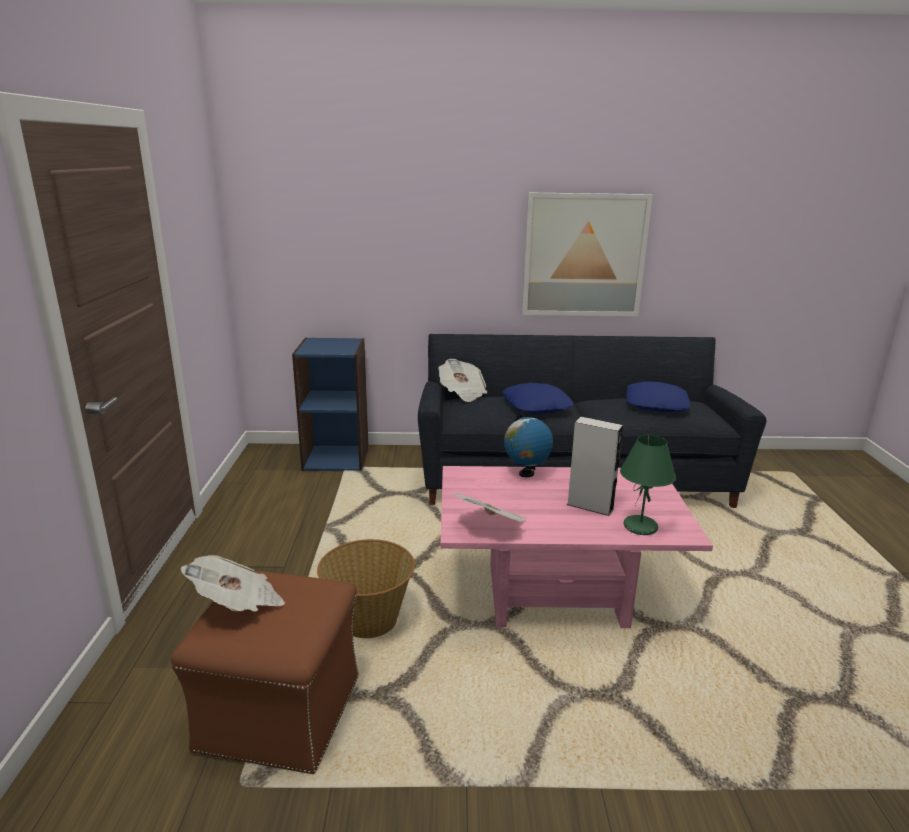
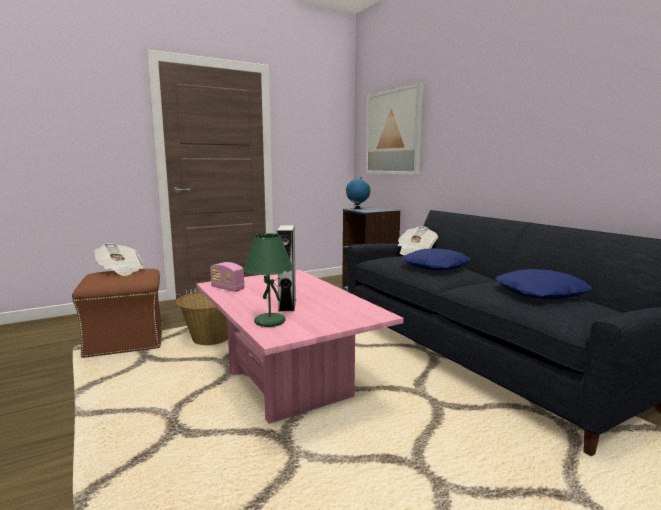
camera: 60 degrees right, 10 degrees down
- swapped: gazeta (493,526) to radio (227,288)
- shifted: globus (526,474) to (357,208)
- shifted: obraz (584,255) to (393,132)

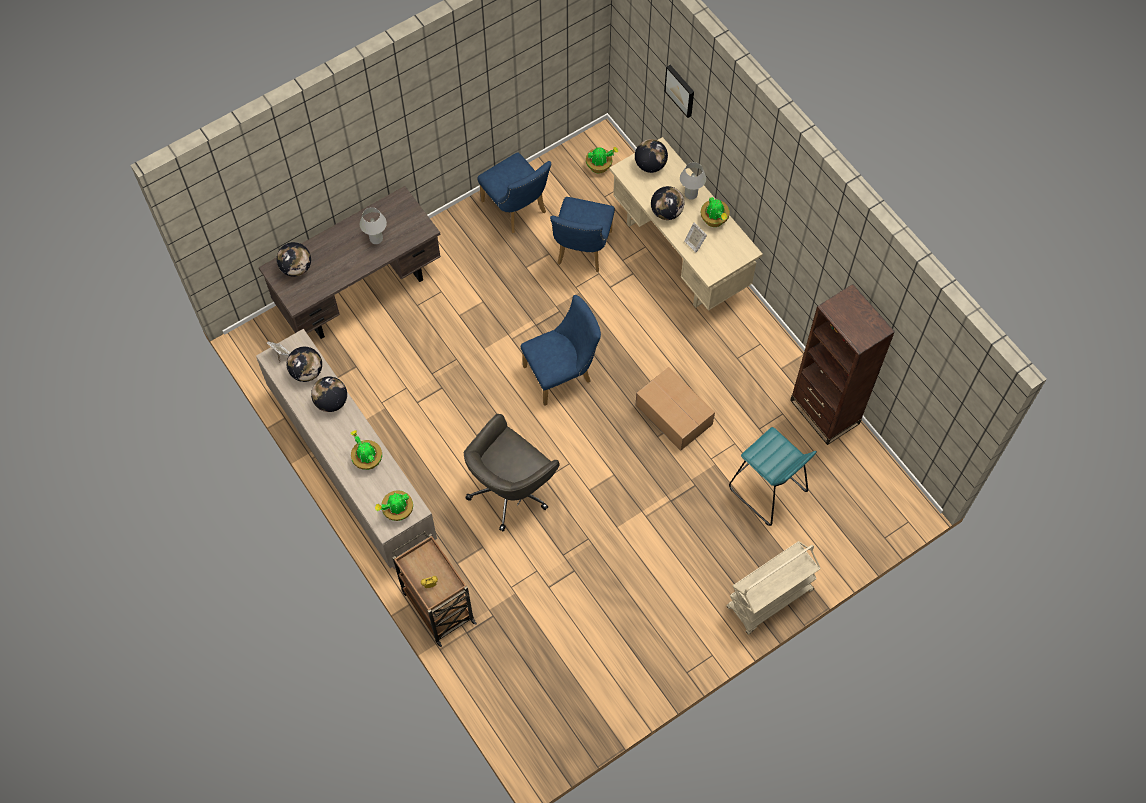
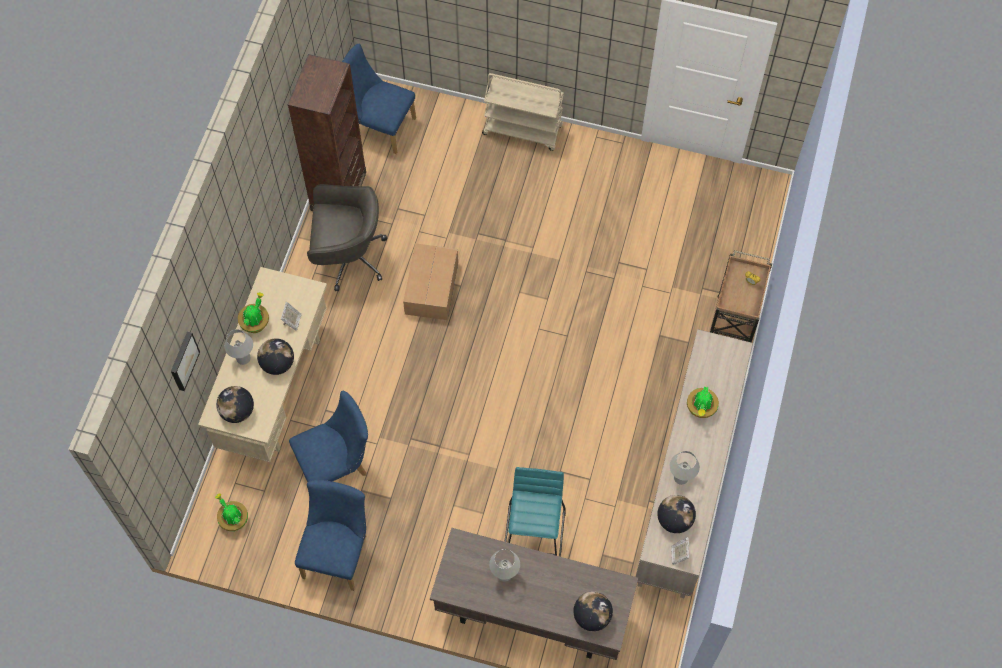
camera: 130 degrees left, 0 degrees up
- swapped: globus (331,401) to lampa stołowa/biały (681,478)
- gone: roślina doniczkowa (397,511)
- shifted: krzesło biurowe/szary (510,489) to (348,257)
- shifted: krzesło/niebieski (562,373) to (379,126)
- shifted: stołek/turkusowy (767,490) to (534,534)

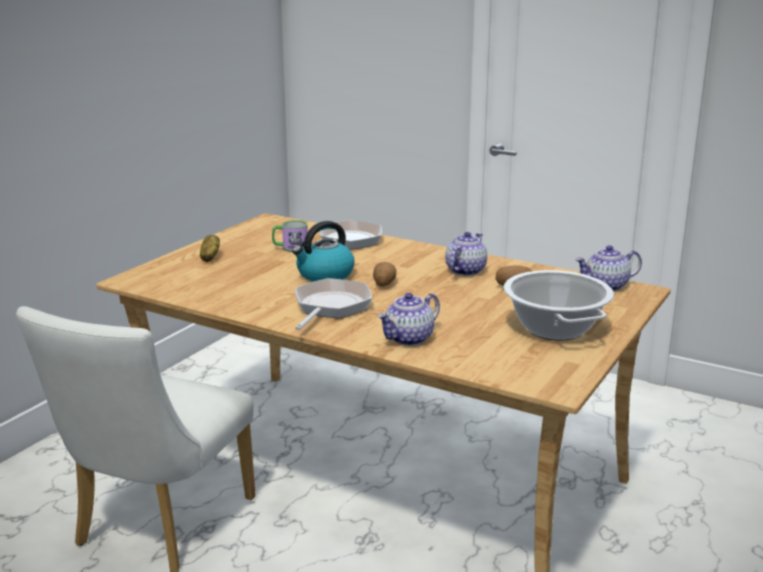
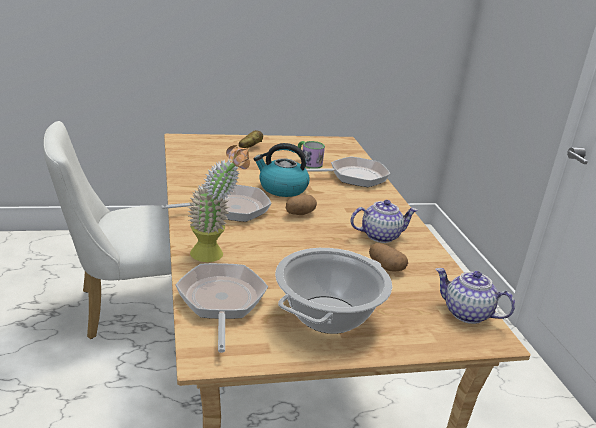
camera: 45 degrees right, 5 degrees up
- swapped: imbryk (409,339) to roślina doniczkowa (215,255)
- new: patelnia (221,302)

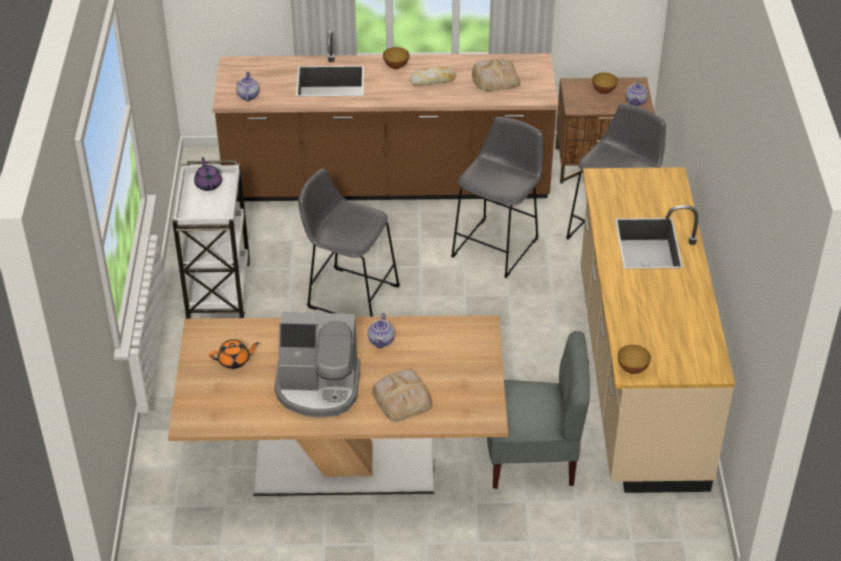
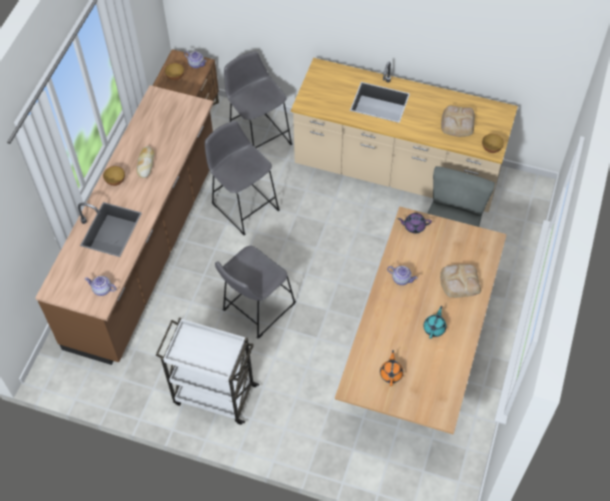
camera: 70 degrees left, 15 degrees up
- shifted: imbryk/fioletowy (208,184) to (414,226)
- swapped: ekspres do kawy (318,388) to imbryk/turkusowy (434,328)
- shifted: chleb (494,78) to (457,123)

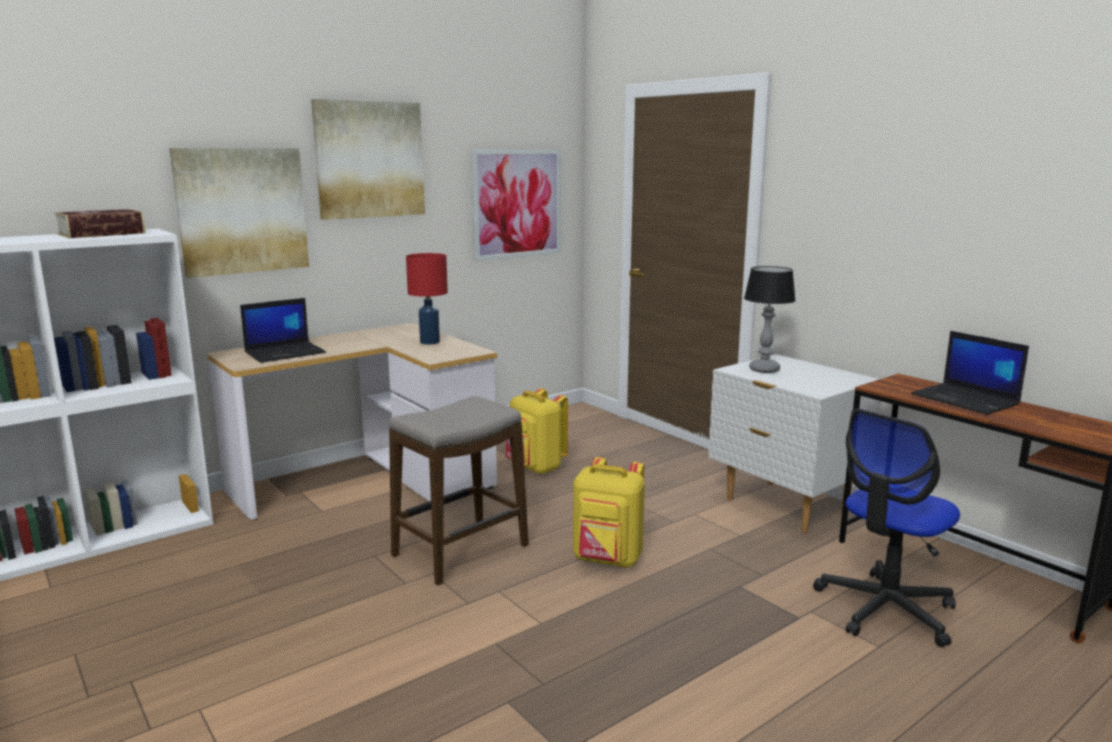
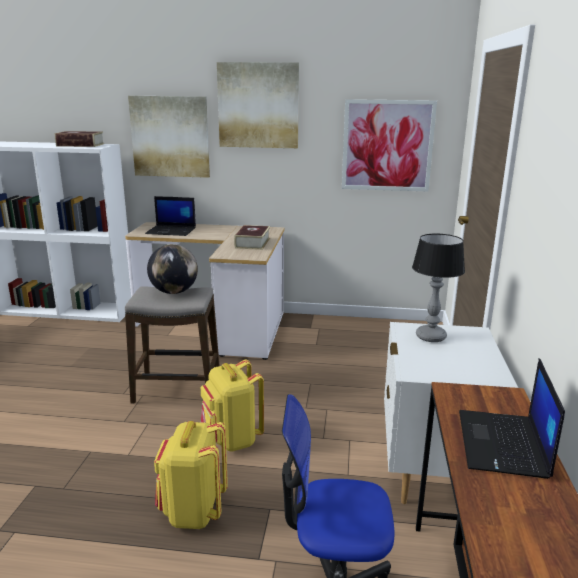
camera: 45 degrees right, 5 degrees up
- swapped: lampa stołowa/czerwony (430,342) to książka (252,243)
- shifted: plecak/żółty (535,468) to (193,512)
- new: globus (174,292)

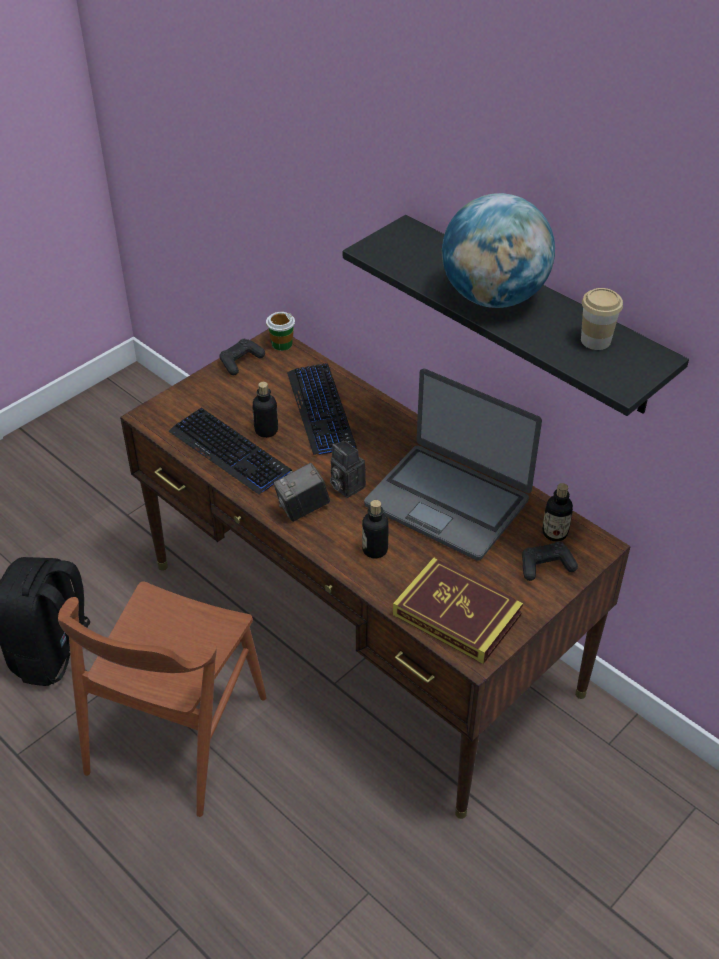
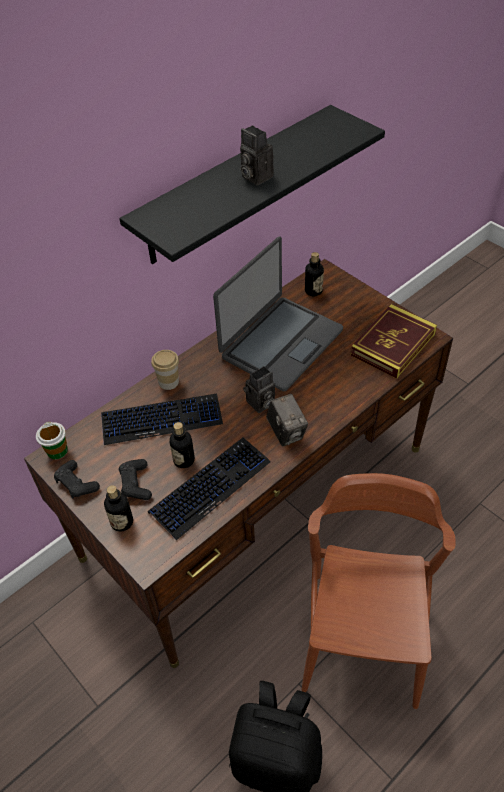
camera: 85 degrees left, 5 degrees up
- rotated: krzesło/brązowy (176,734) = (363,637) 105 degrees counterclockwise
- shifted: butelka (375,550) to (122,522)
- swapped: globus (493,297) to aparat fotograficzny (254,176)
- shifted: pad do gier/czarny (546,566) to (136,484)
- shifted: filiżanka (595,340) to (168,382)

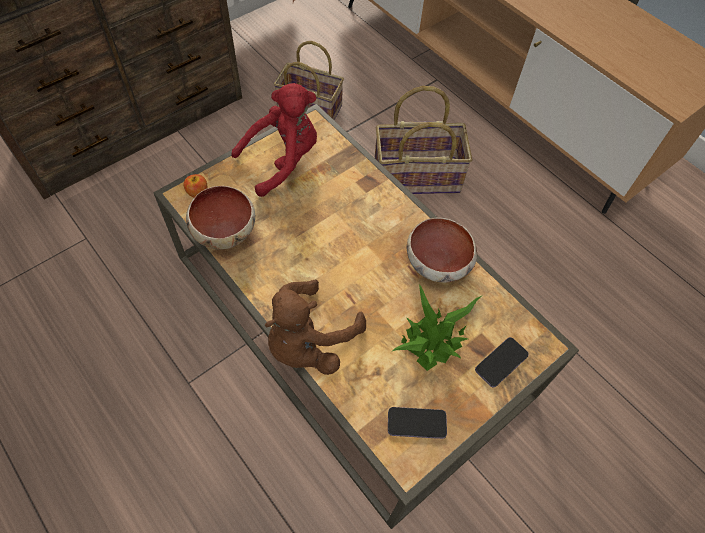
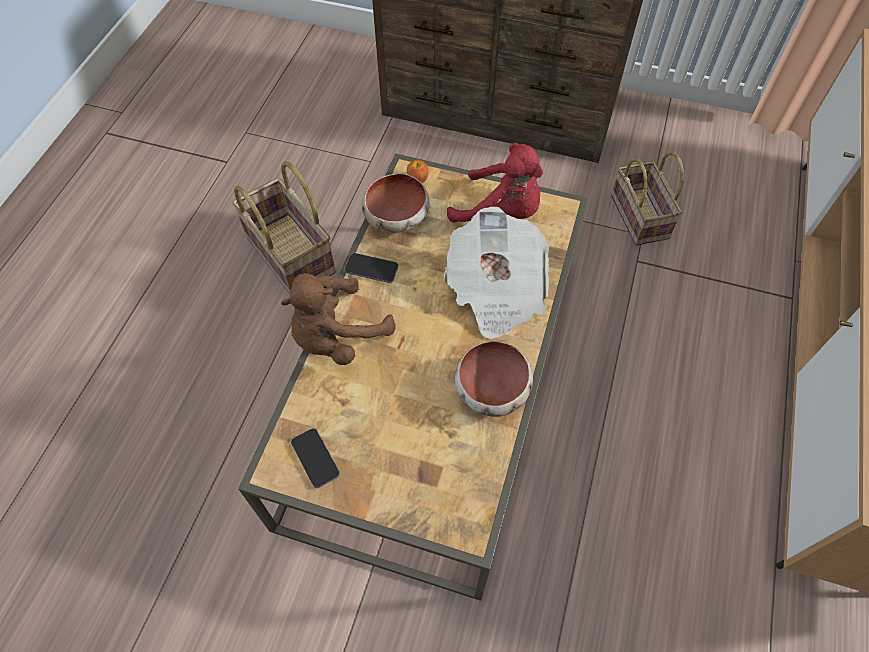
camera: 60 degrees right, 0 degrees up
- rotated: pluszak/brązowy (309,342) = (337,336) 45 degrees counterclockwise
- shifted: koszyk (417,175) to (292,255)
- gone: roślina doniczkowa (433,340)
- shifted: telefon (501,363) to (371,269)
- new: gazeta (496,291)

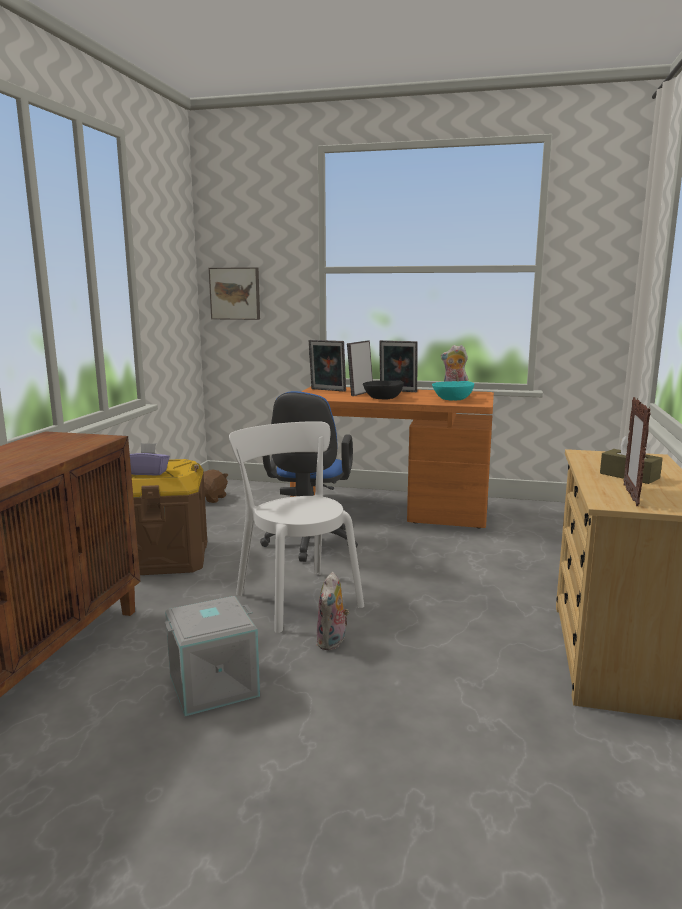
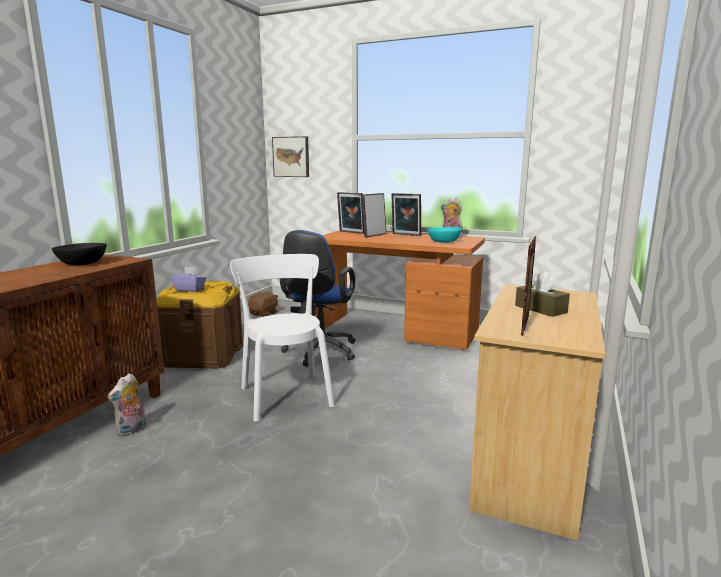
camera: 10 degrees right, 0 degrees up
- gone: pojemnik do przechowywania/szary (213,686)
- shifted: pluszak (332,642) to (132,430)
- shifted: miska/czarny (382,398) to (81,264)

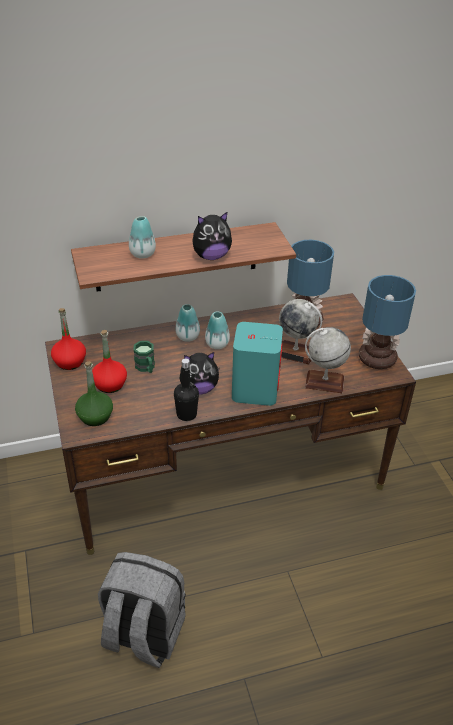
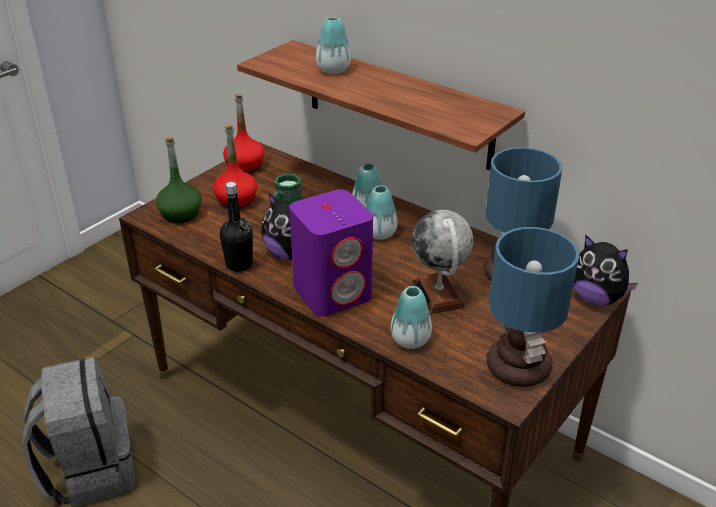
camera: 55 degrees right, 5 degrees down
- shifted: pluszak (211,256) to (596,298)
- repainted: głośnik/turkusowy (255,389) to głośnik/fioletowy (333,292)
- swapped: globus (324,382) to wazon (410,340)

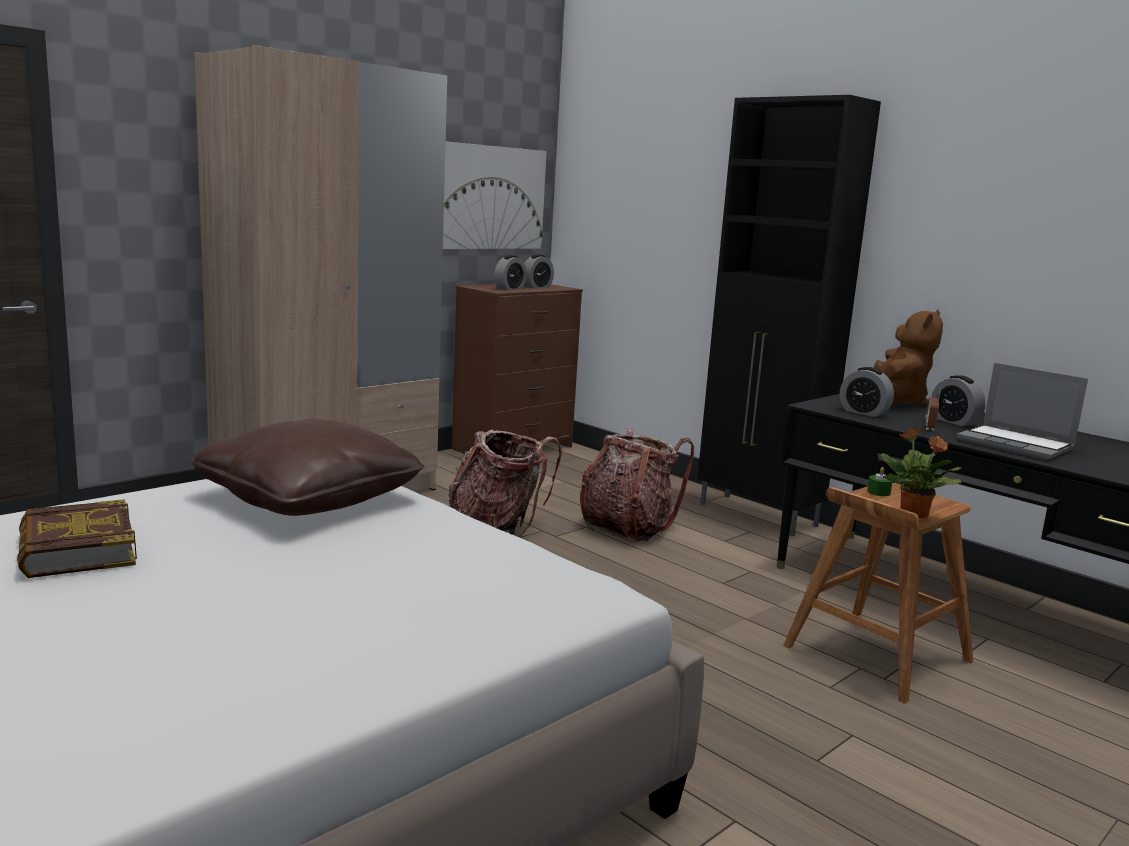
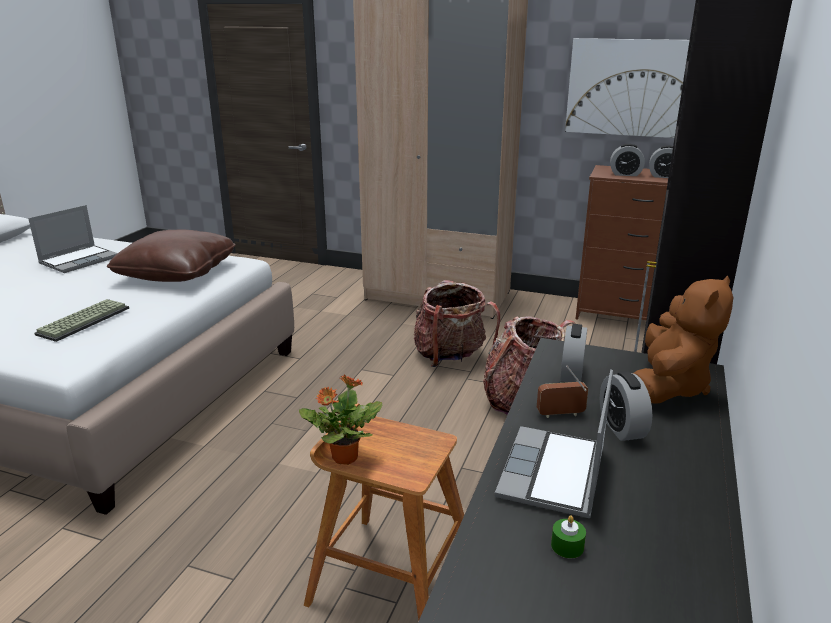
camera: 65 degrees right, 10 degrees up
- swapped: książka (76,549) to laptop (79,260)
- shifted: świeca/zielony (878,492) to (567,546)
- rotated: pluszak/brązowy (895,402) = (669,386) 60 degrees counterclockwise
- rotated: budzik (954,421) = (621,428) 45 degrees counterclockwise
- new: klawiatura (83,320)

